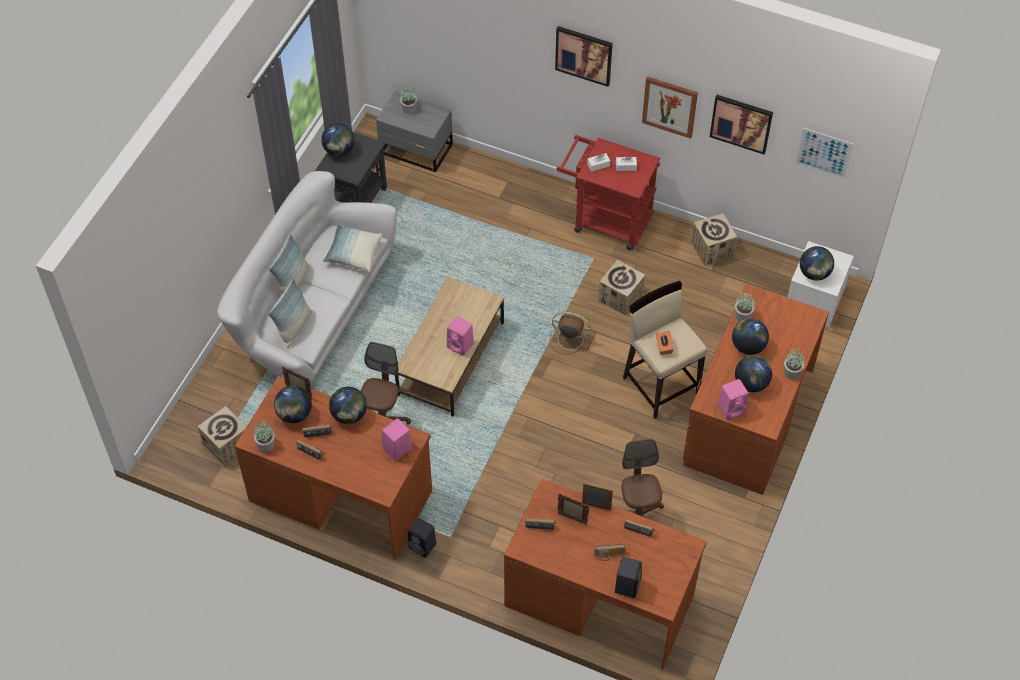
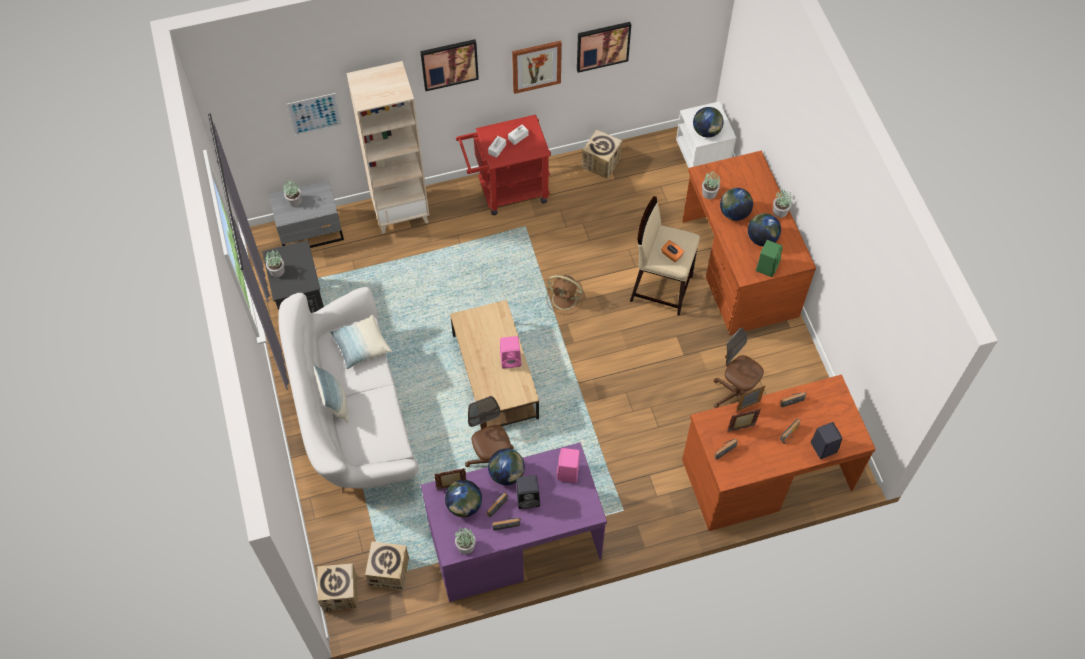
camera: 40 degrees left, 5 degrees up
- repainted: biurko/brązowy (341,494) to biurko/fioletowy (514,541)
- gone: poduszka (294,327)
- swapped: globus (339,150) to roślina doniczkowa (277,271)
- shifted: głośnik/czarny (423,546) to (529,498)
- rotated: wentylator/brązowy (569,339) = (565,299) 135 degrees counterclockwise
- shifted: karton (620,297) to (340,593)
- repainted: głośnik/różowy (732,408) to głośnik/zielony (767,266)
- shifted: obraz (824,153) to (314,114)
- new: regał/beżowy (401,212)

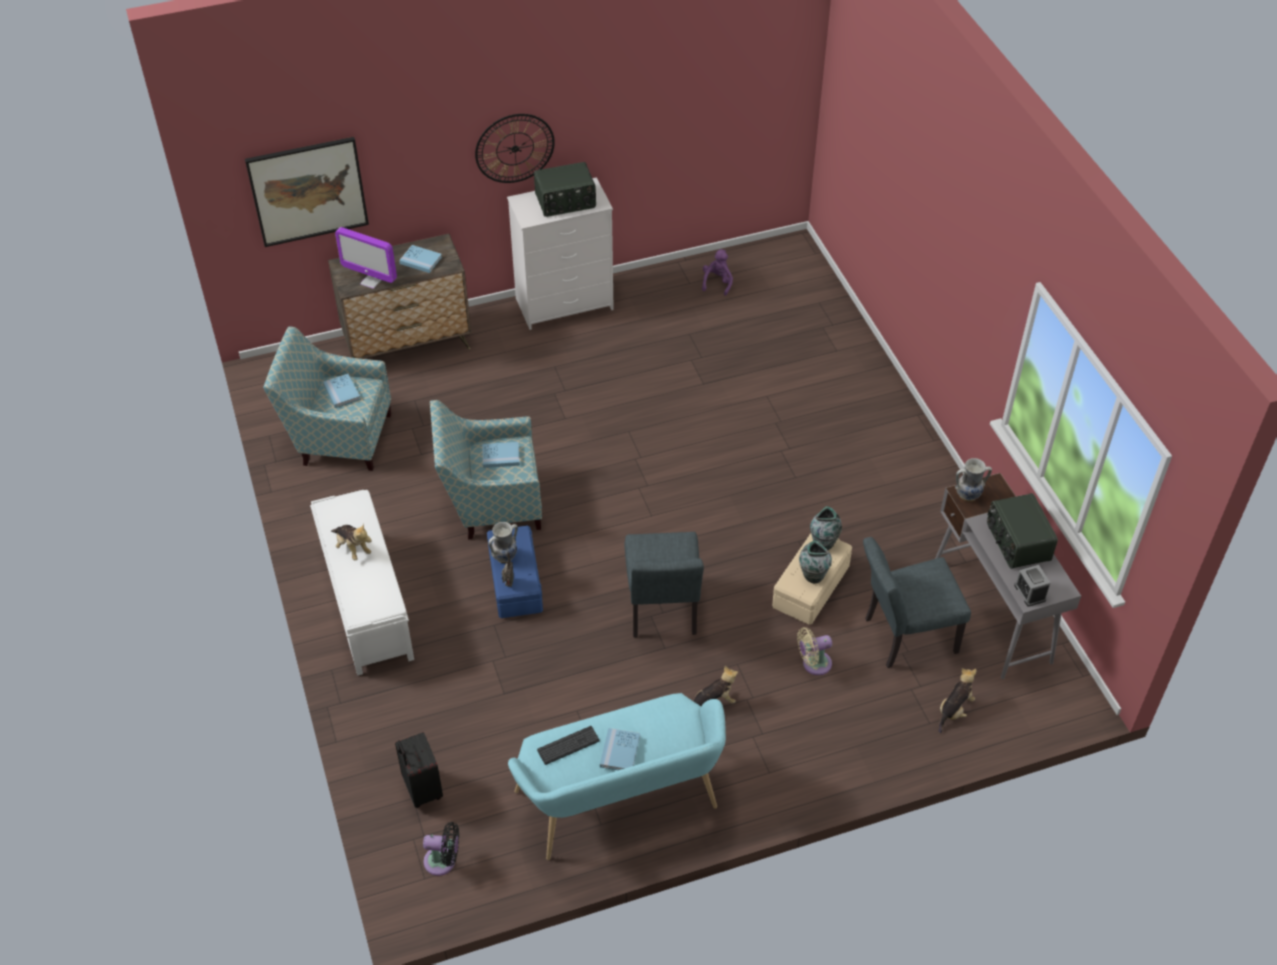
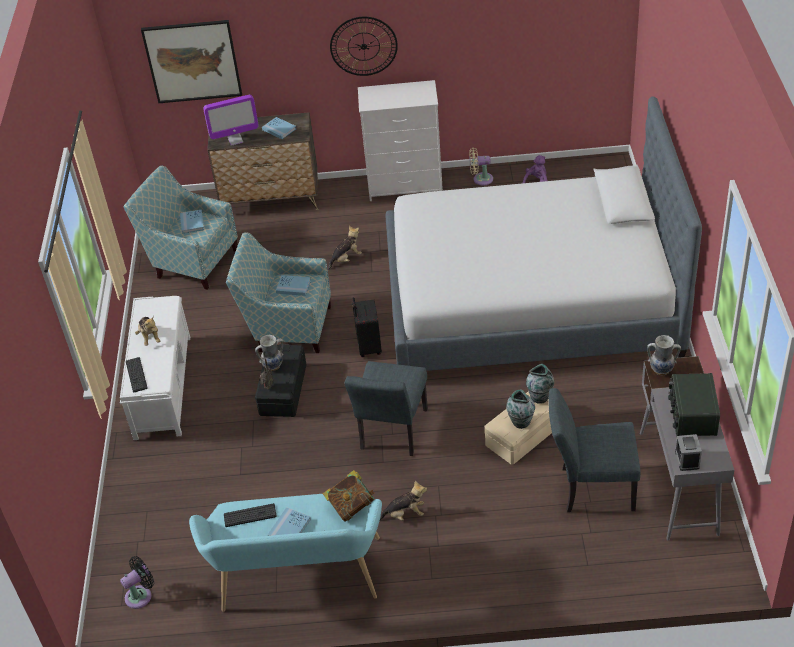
camera: 20 degrees right, 5 degrees down
- rotated: monitor (371,281) = (235,140) 60 degrees counterclockwise
- shifted: walizka/czarny (421,789) to (368,347)
- rotated: wentylator/czarny (443,861) = (141,595) 60 degrees counterclockwise
- repainted: pojemnik do przechowywania/niebieski (514,581) to pojemnik do przechowywania/czarny (282,389)
- gone: radio (565,202)
- shifted: wentylator/beżowy (813,664) to (480,179)
- shifted: pluszak (954,710) to (346,259)
- new: klawiatura (136,375)
- new: książka (351,506)
- new: łóżko (530,302)

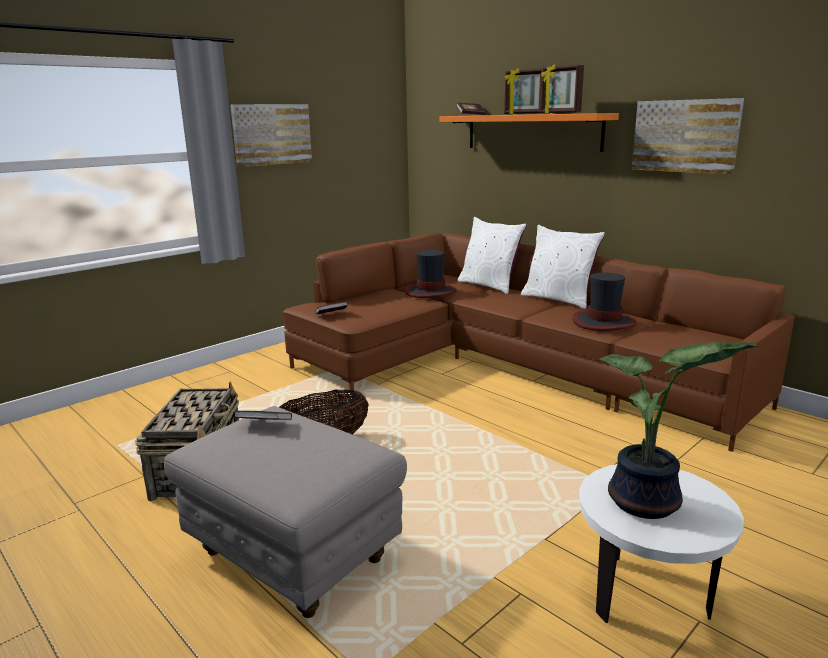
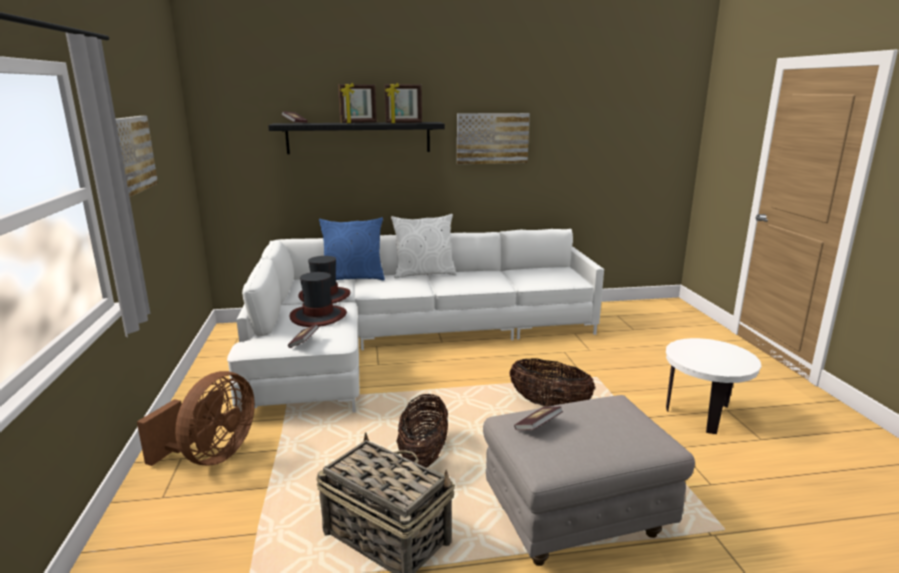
camera: 55 degrees left, 0 degrees up
- repainted: kanapa/brązowy (502,366) to kanapa/biały (403,341)
- repainted: półka/pomarańczowy (531,132) to półka/czarny (359,137)
- repainted: poduszka/biały (489,285) to poduszka/niebieski (353,278)
- shifted: kapelusz (603,322) to (318,316)
- gone: roślina doniczkowa (647,504)
- new: wentylator/brązowy (211,456)
- new: koszyk (549,405)

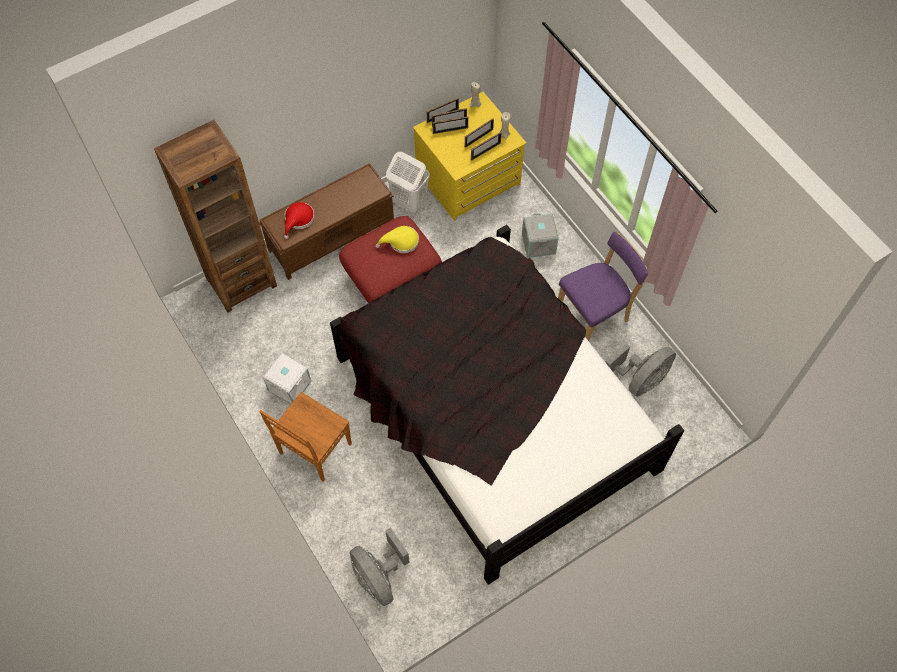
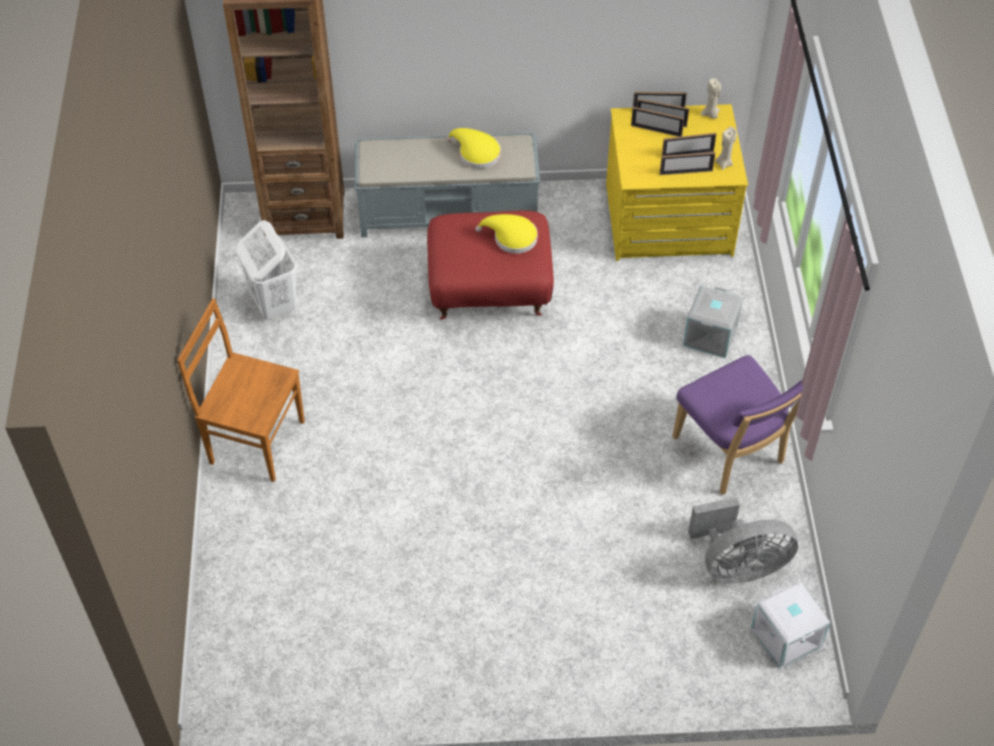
camera: 30 degrees right, 10 degrees down
- repainted: ławka/brązowy (332,236) to ławka/szary (449,212)
- rotated: krzesło/brązowy (314,450) = (254,441) 45 degrees clockwise
- shifted: pojemnik do przechowywania/biały (290,385) to (787,636)
- gone: kapelusz/czerwony (298,220)
- gone: łóżko/czarny (493,412)
- gone: wentylator/szary (379,577)
- shifted: kosz na pranie/biały (409,201) to (273,304)
- rotated: krzesło/fioletowy (595,313) = (731,454) 60 degrees clockwise
- new: kapelusz/żółty (476,154)

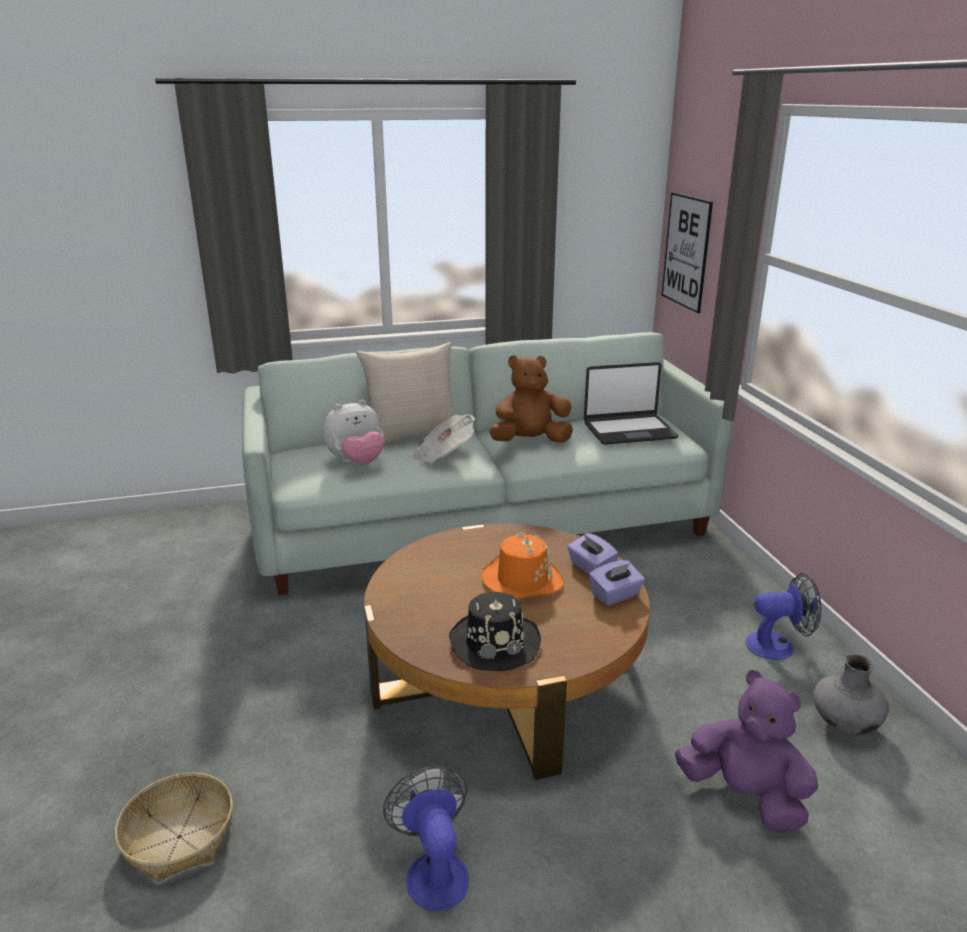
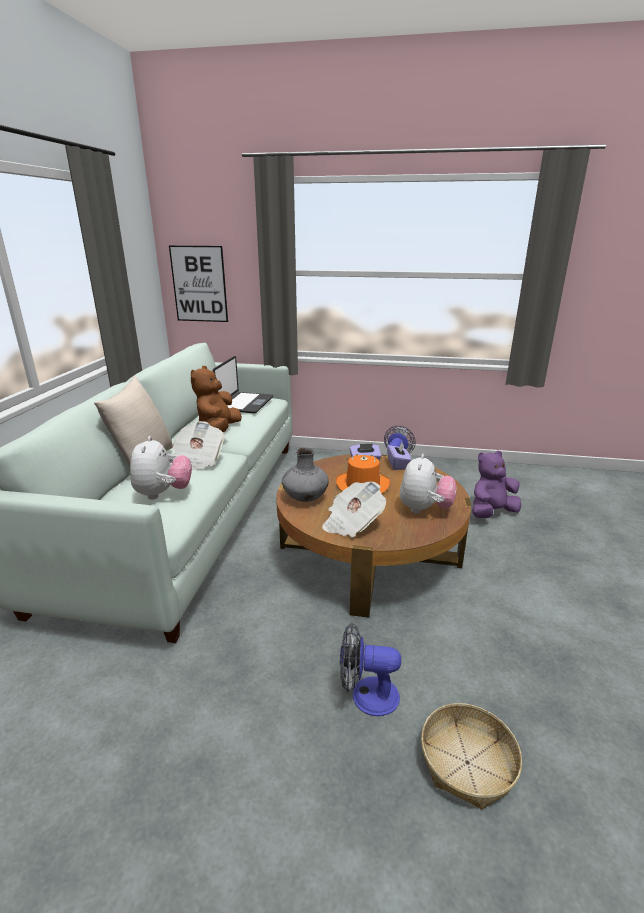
camera: 65 degrees left, 0 degrees up
- shifted: wentylator (434,870) to (366,695)
- swapped: kapelusz/czarny (494,642) to pluszak (424,509)
- shifted: wazon/szary (844,723) to (305,498)
- new: gazeta (352,523)

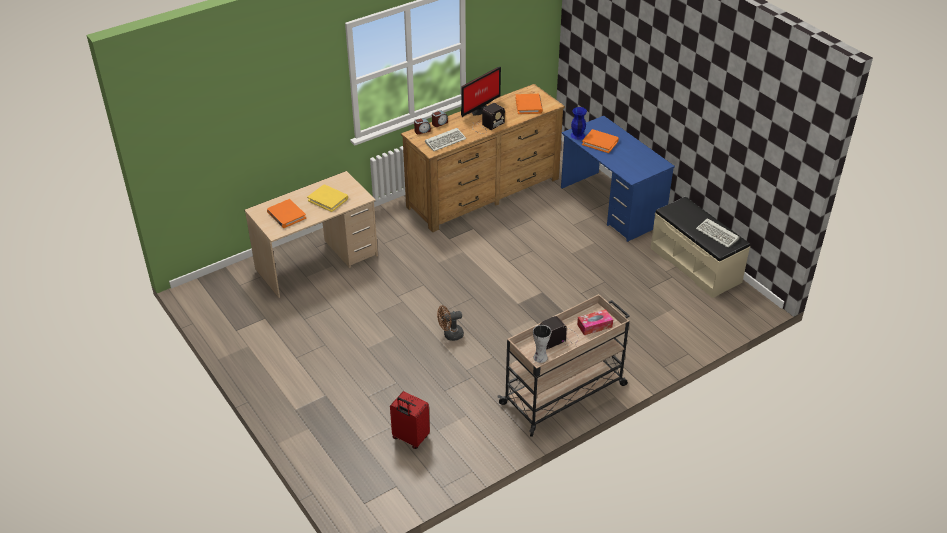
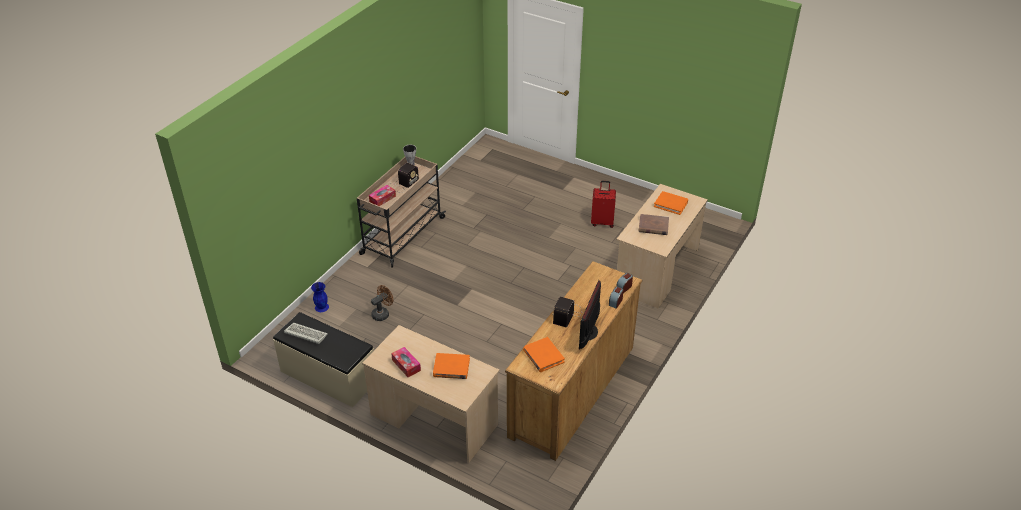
camera: 155 degrees right, 0 degrees up
- repainted: książka/żółty (328,199) to książka/brązowy (653,226)
- shifted: walizka/czerwony (410,438) to (602,222)
- gone: klawiatura (446,141)
- shifted: wentylator/brązowy (450,335) to (382,313)
- repainted: biurko/niebieski (611,206) to biurko/beżowy (434,420)
- shifted: wazon/niebieski (577,135) to (322,307)
- new: pudełko chusteczek (406,365)

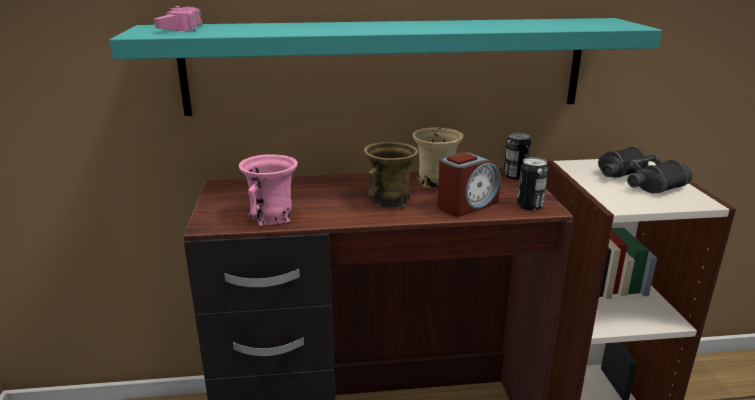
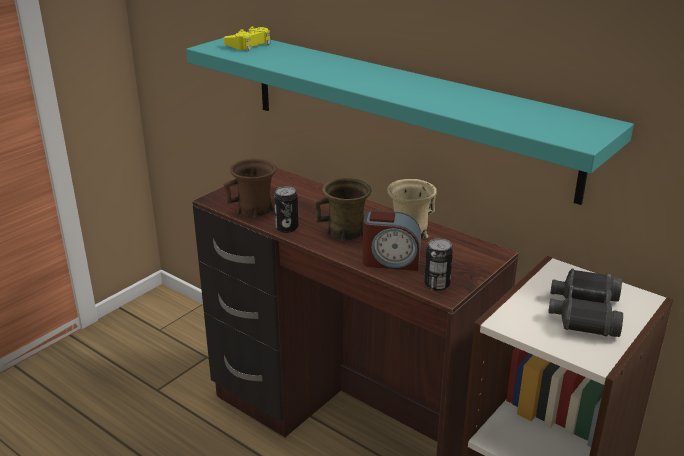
camera: 45 degrees right, 5 degrees up
- repainted: pad do gier/różowy (180,28) to pad do gier/żółty (249,44)
- repainted: kubek/różowy (272,217) to kubek/brązowy (255,210)
- shifted: puszka (515,176) to (287,228)

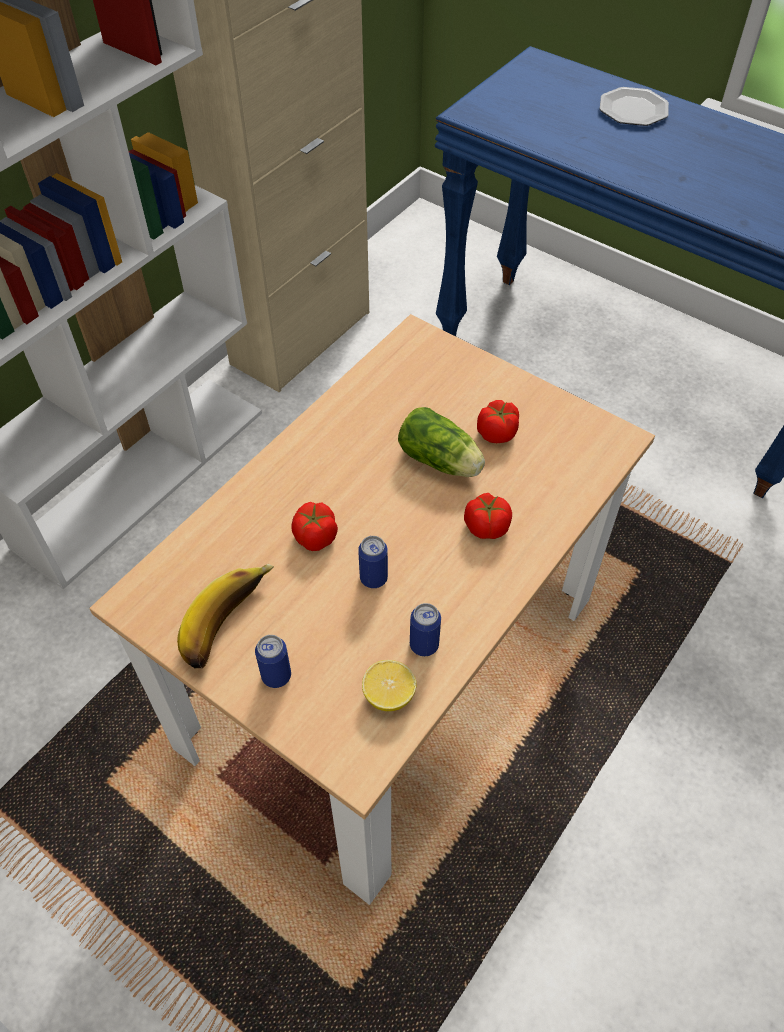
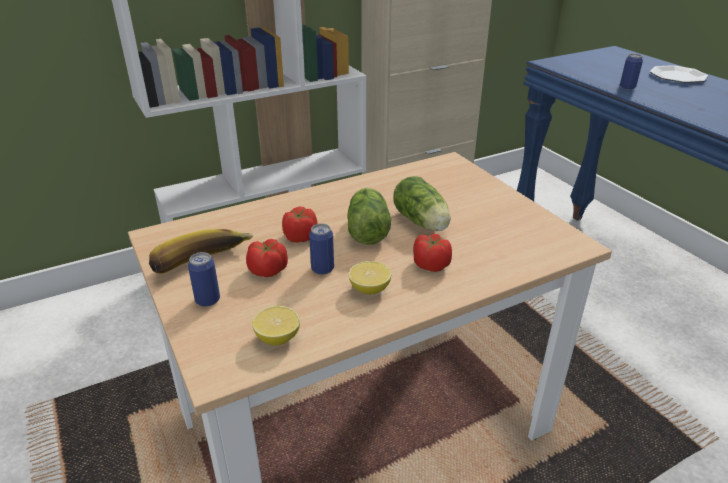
camera: 25 degrees right, 20 degrees down
- shifted: puszka (424,645) to (627,87)
- shifted: pomidor (497,433) to (268,270)
- new: sałata (368,229)
- new: cytryna (369,289)

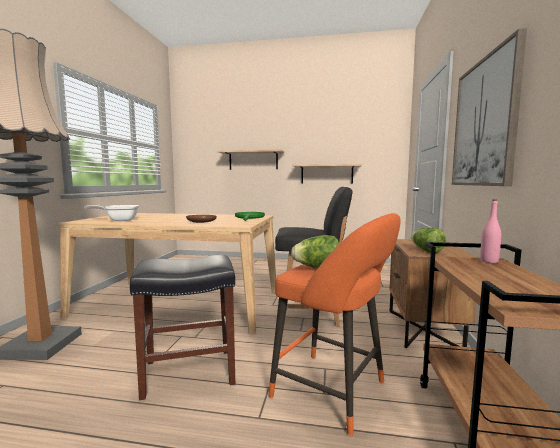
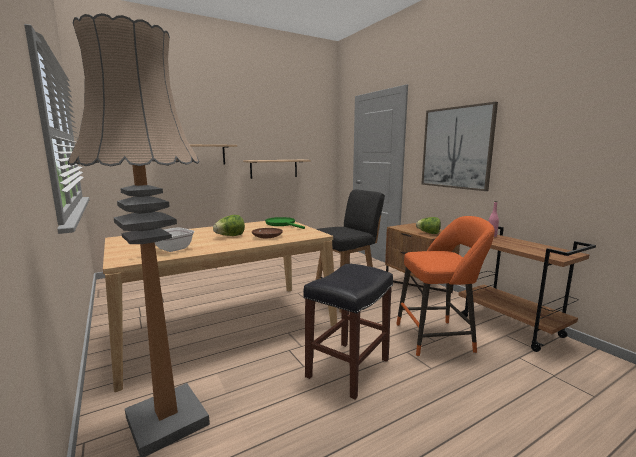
camera: 40 degrees left, 5 degrees up
- shifted: sałata (317,268) to (230,236)

